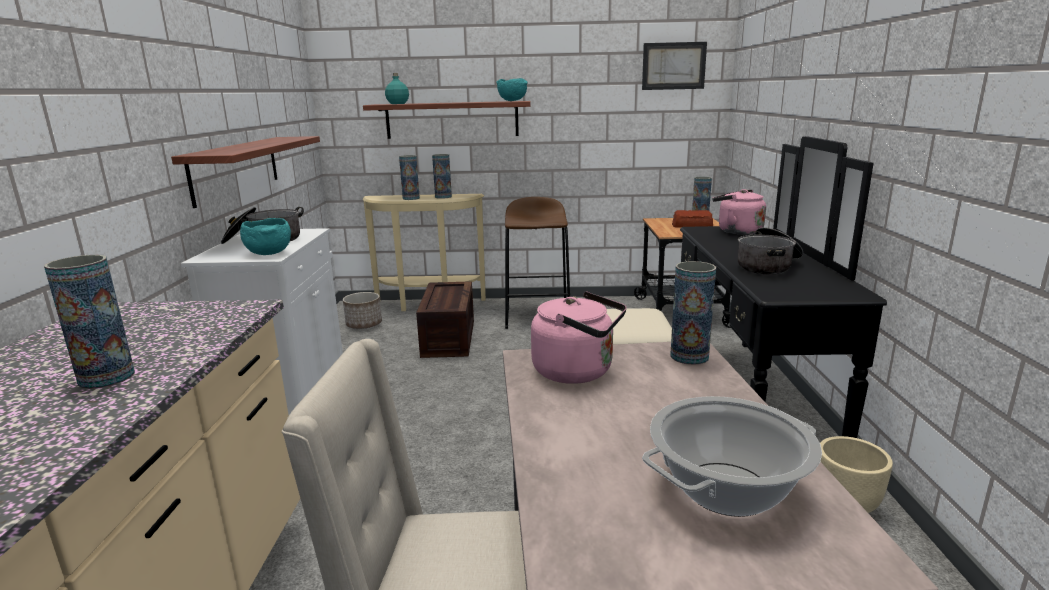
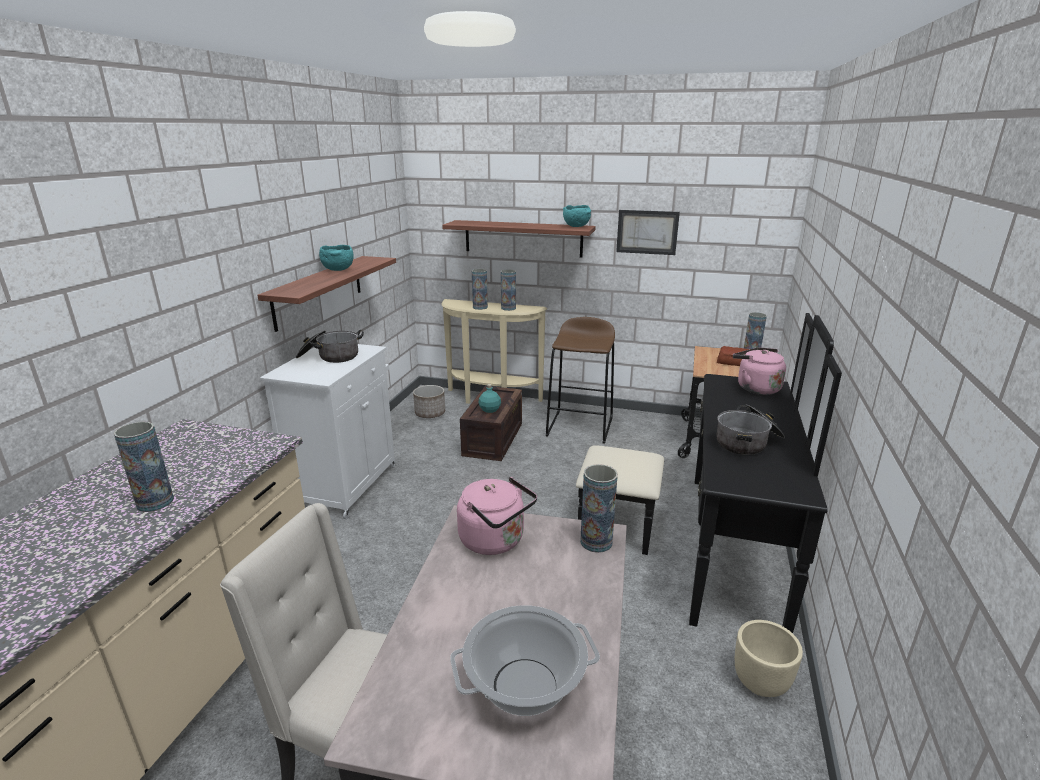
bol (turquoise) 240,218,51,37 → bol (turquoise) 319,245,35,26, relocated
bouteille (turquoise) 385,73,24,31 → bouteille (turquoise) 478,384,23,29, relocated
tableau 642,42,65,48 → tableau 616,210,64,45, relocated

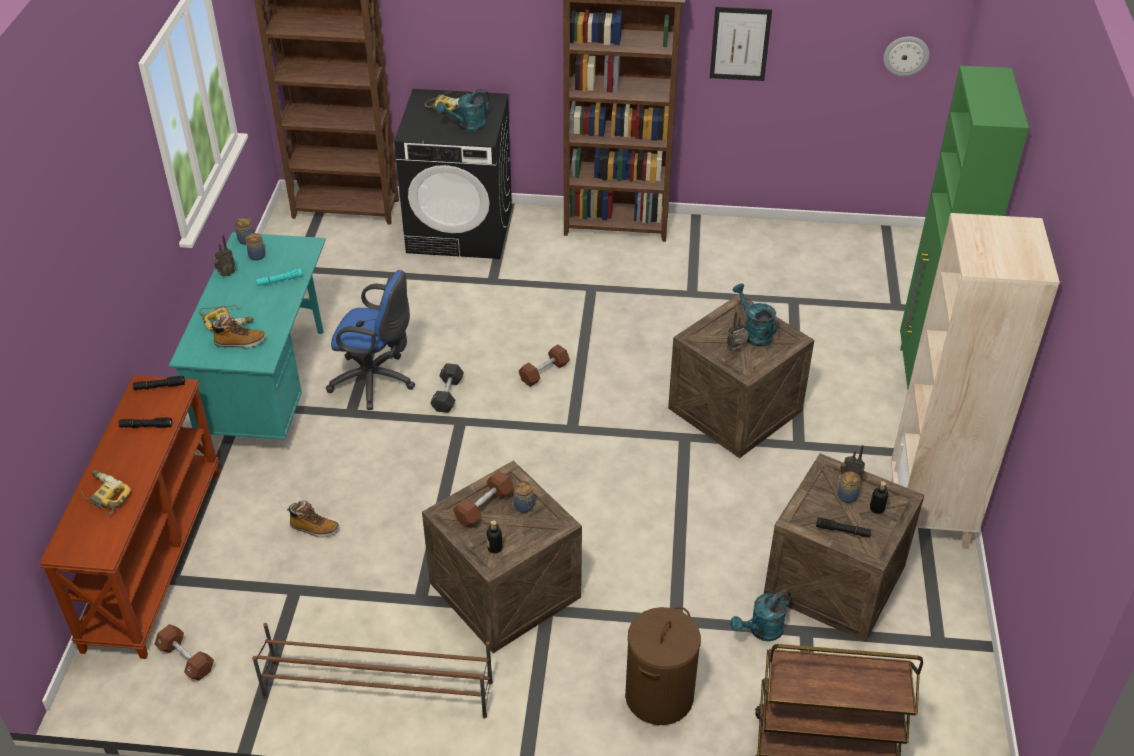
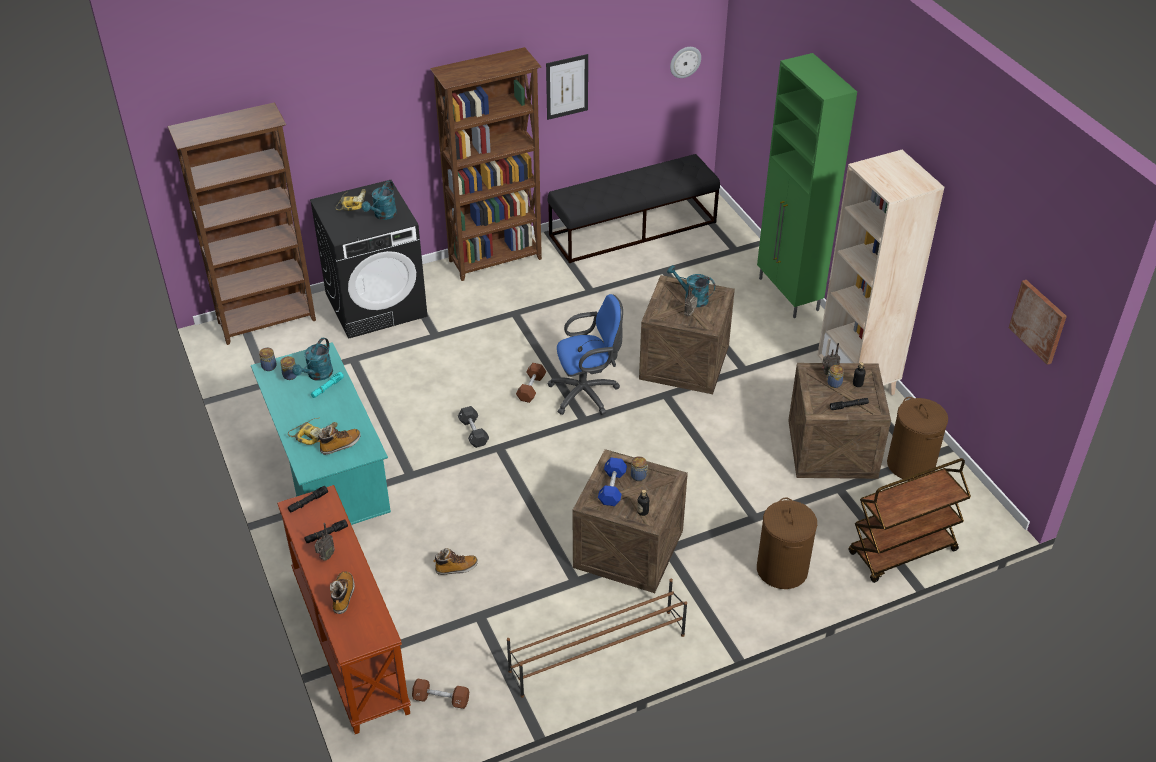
perceuse 80,470,51,45 → botte 330,572,25,42
radio 213,235,23,41 → radio 315,523,20,38, relocated
chaise de bureau (bleu) 326,270,89,140 → chaise de bureau (bleu) 547,294,76,121, relocated
haltère (marron) 453,470,61,58 → haltère (bleu) 598,457,29,49
arrosoir (turquoise) 730,589,61,52 → arrosoir (turquoise) 292,337,41,44, relocated
- → banc (noir) 548,154,172,109
- → panier à linge (marron) 887,397,61,84
- → tableau 1009,280,58,85

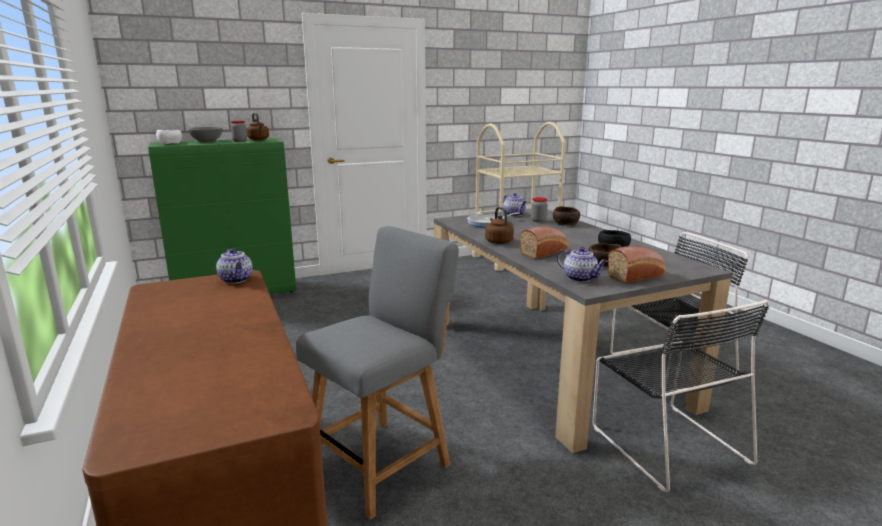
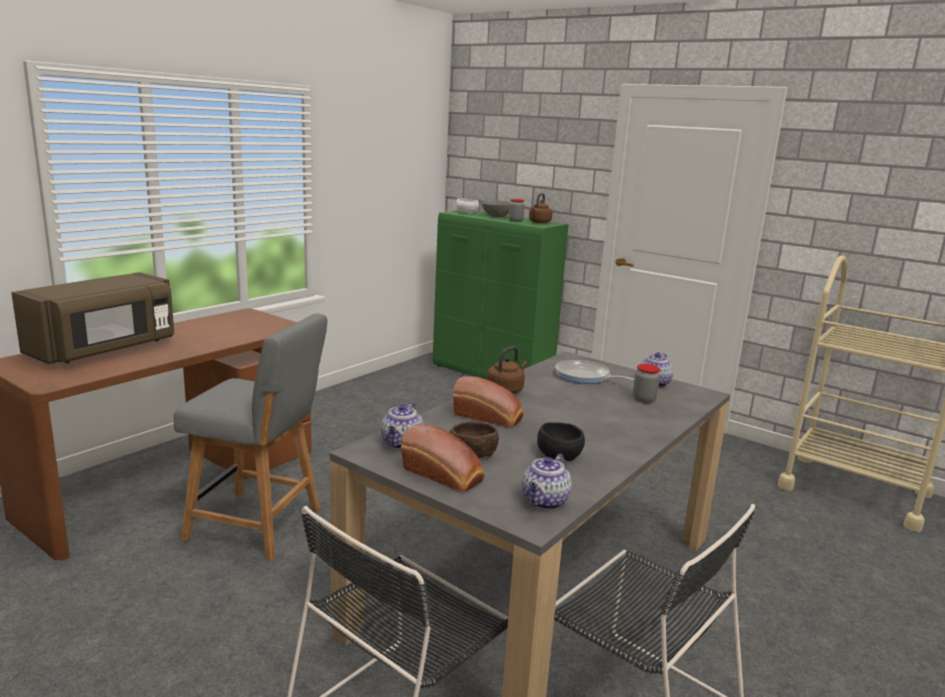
théière 216,248,37,36 → théière 522,454,50,56, relocated
bol (marron) 553,206,27,19 → -
- → micro-ondes (marron) 11,272,163,92

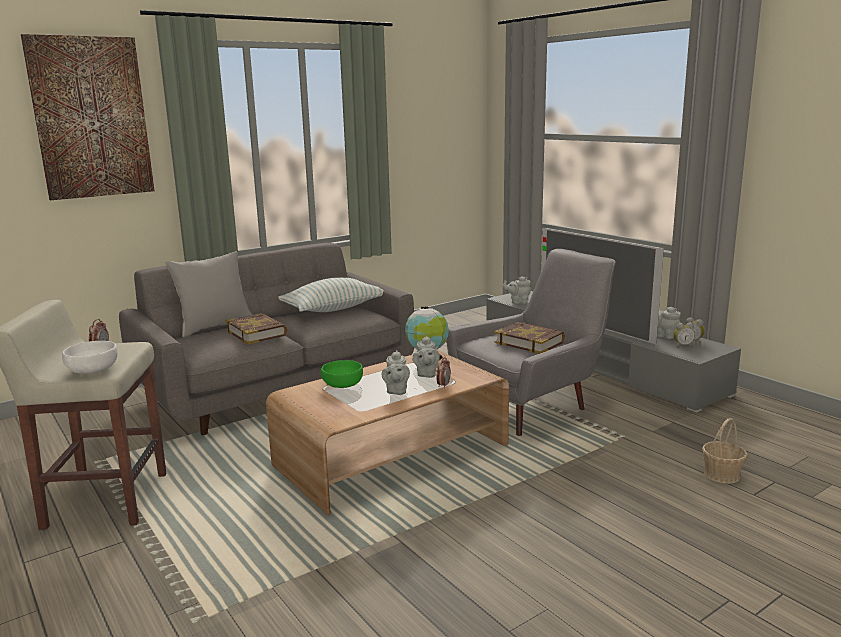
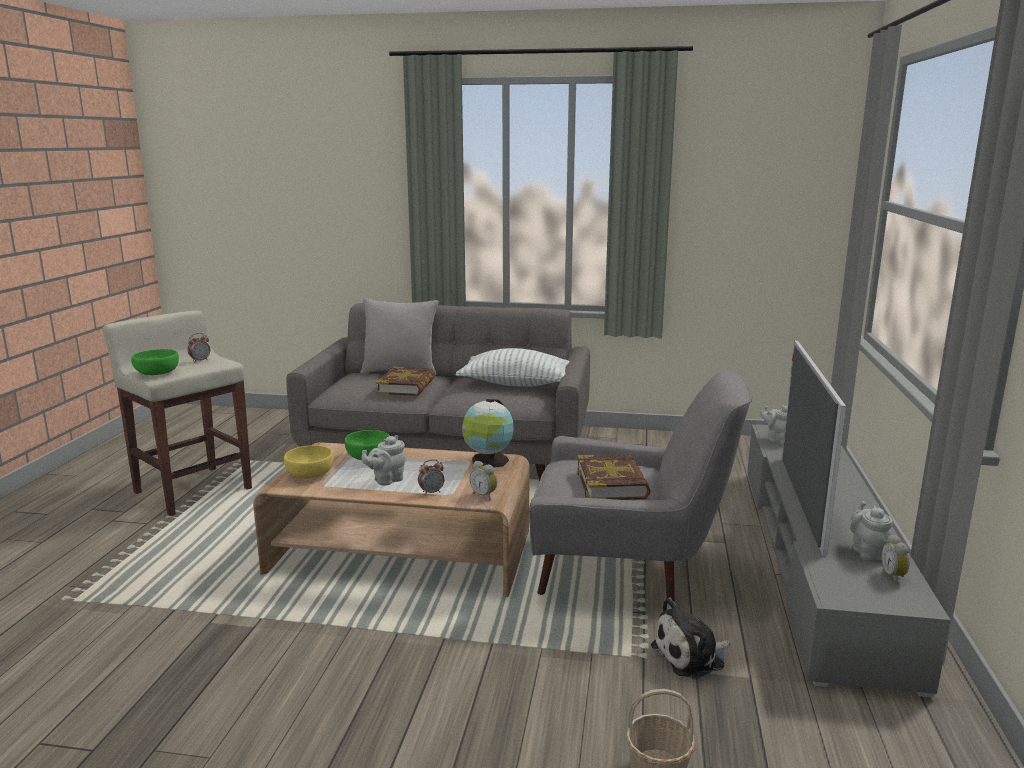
tableau 21,34,133,166 → -
bol (blanc) 62,341,56,33 → bol (vert) 131,349,48,26
théière (gris) 413,336,27,42 → -
réveil 674,322,21,25 → réveil 470,461,27,40, relocated
- → bol (jaune) 284,445,50,34
- → peluche 651,598,79,81

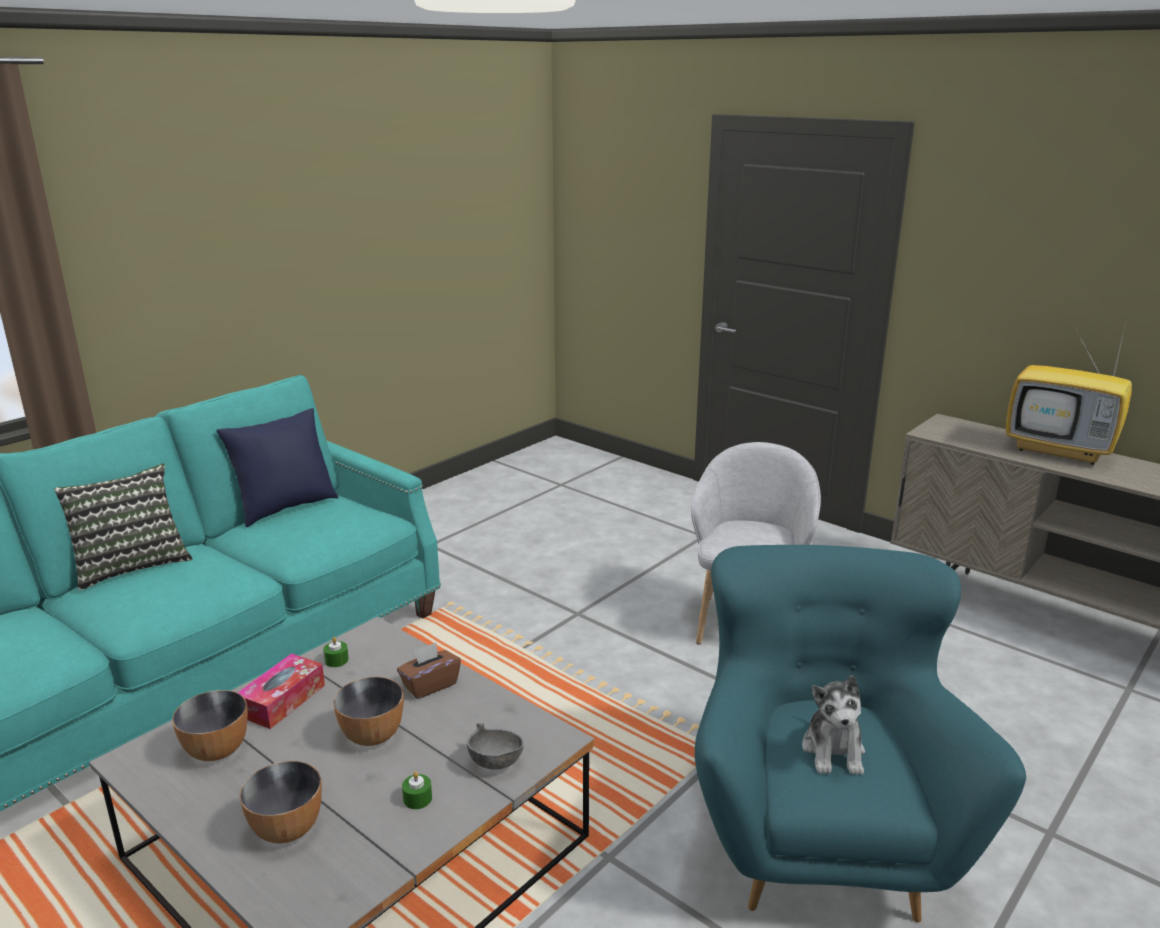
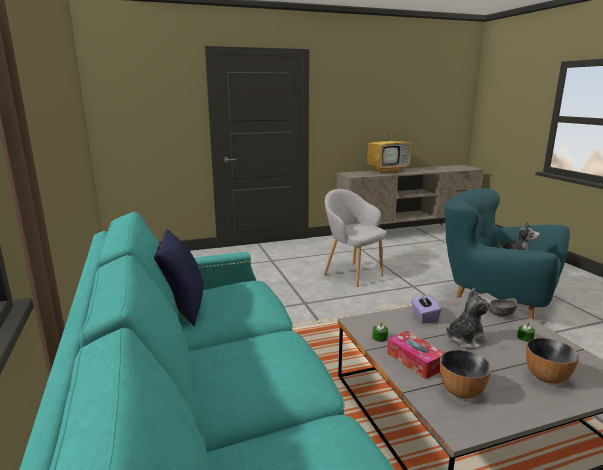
coussin 54,463,138,127 → -
bol 333,677,71,69 → peluche 446,288,45,61
boîte à mouchoirs (marron) 397,643,64,56 → boîte à mouchoirs (violet) 411,292,30,31

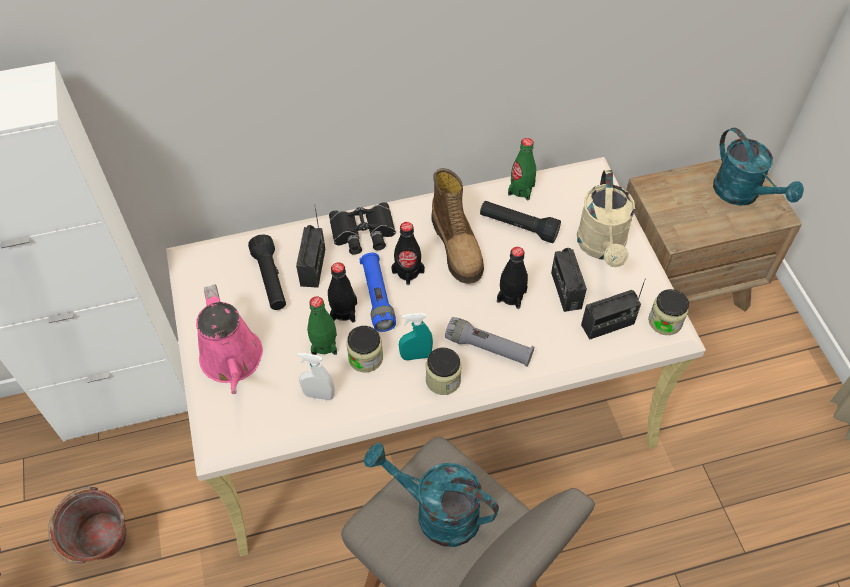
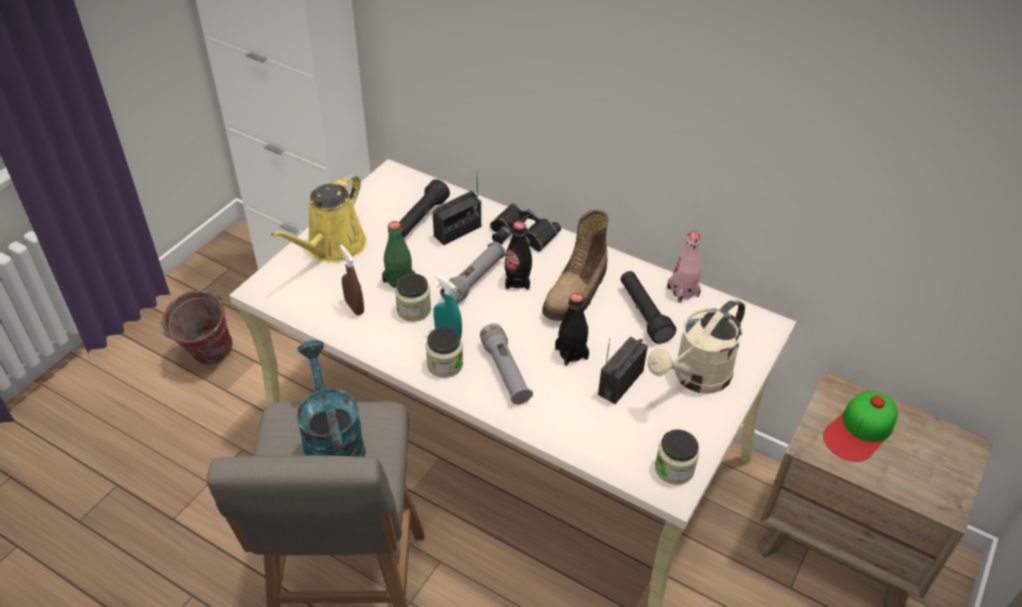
arrosoir (rose) 196,285,67,109 → arrosoir (jaune) 271,174,96,89
vaporisateur (blanc) 297,353,38,47 → vaporisateur (marron) 340,245,24,70
bouteille (noir) 328,262,29,61 → -
lampe de poche (bleu) 359,253,37,79 → lampe de poche (gris) 440,242,66,62
bouteille (vert) 508,138,28,62 → bouteille (rose) 667,232,34,71
radio 581,278,65,62 → -
arrosoir (turquoise) 713,128,91,78 → -
- → casquette 823,391,75,71

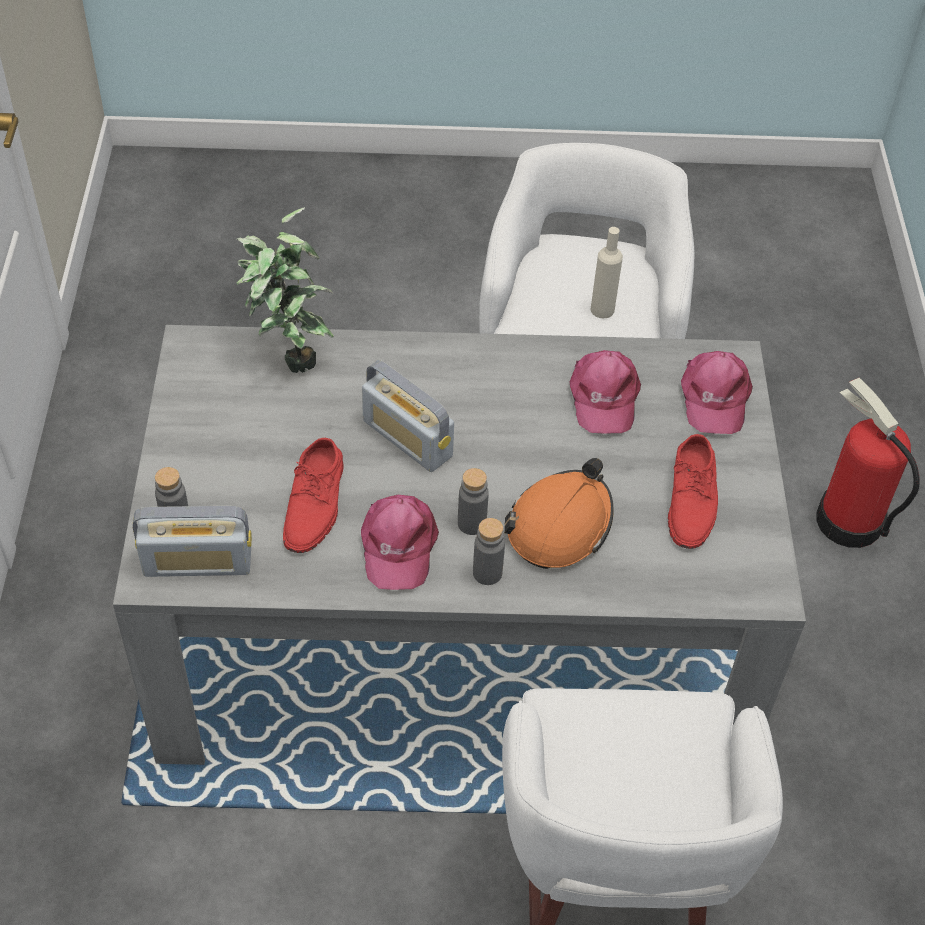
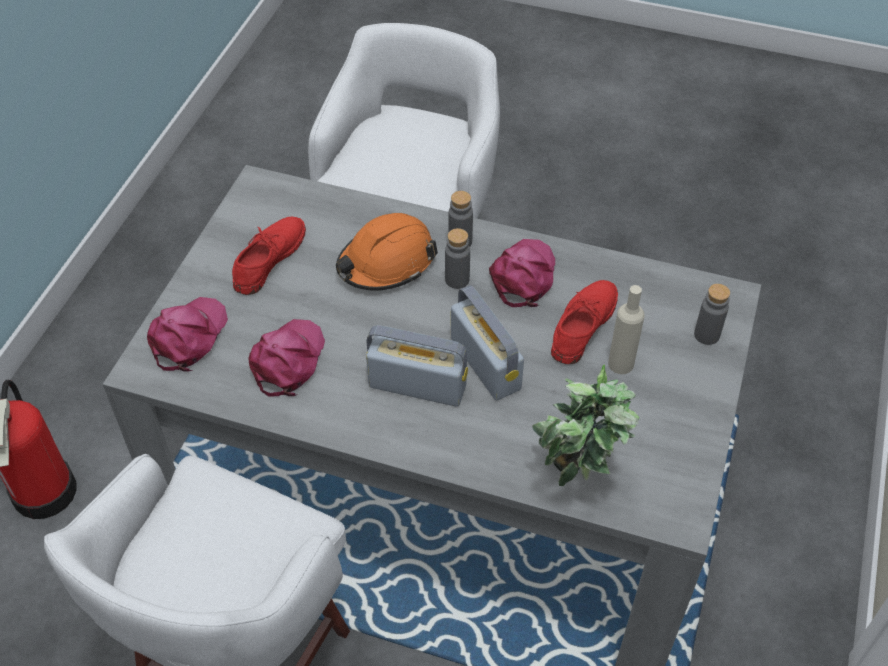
radio 133,506,119,71 → radio 366,325,102,82, relocated
bouteille (beige) 590,227,33,91 → bouteille (beige) 608,285,37,89, relocated

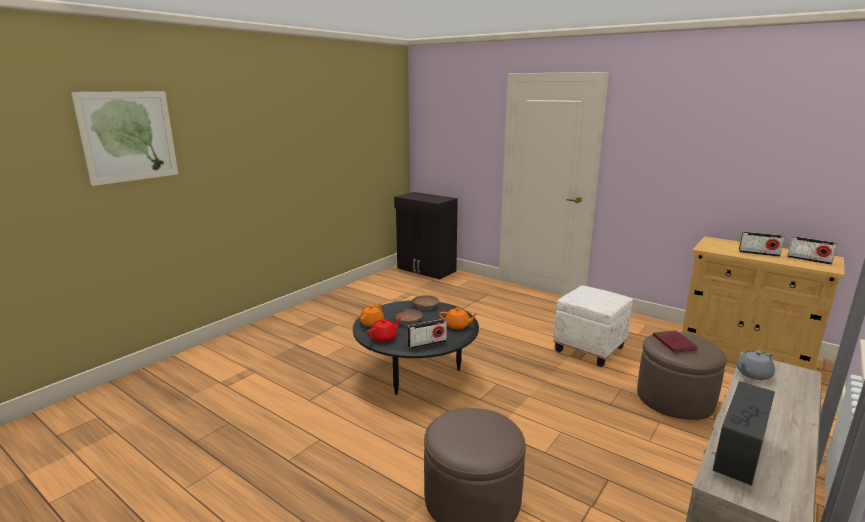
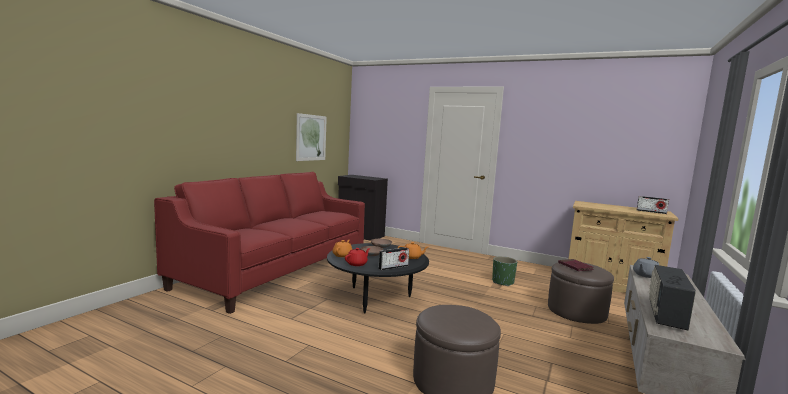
tableau 71,91,107,95 → tableau 296,113,31,48, relocated
pouf (blanc) 553,285,80,82 → cache-pot (vert) 492,256,25,30
radio 739,232,46,25 → -
- → canapé (rouge) 154,172,211,142

